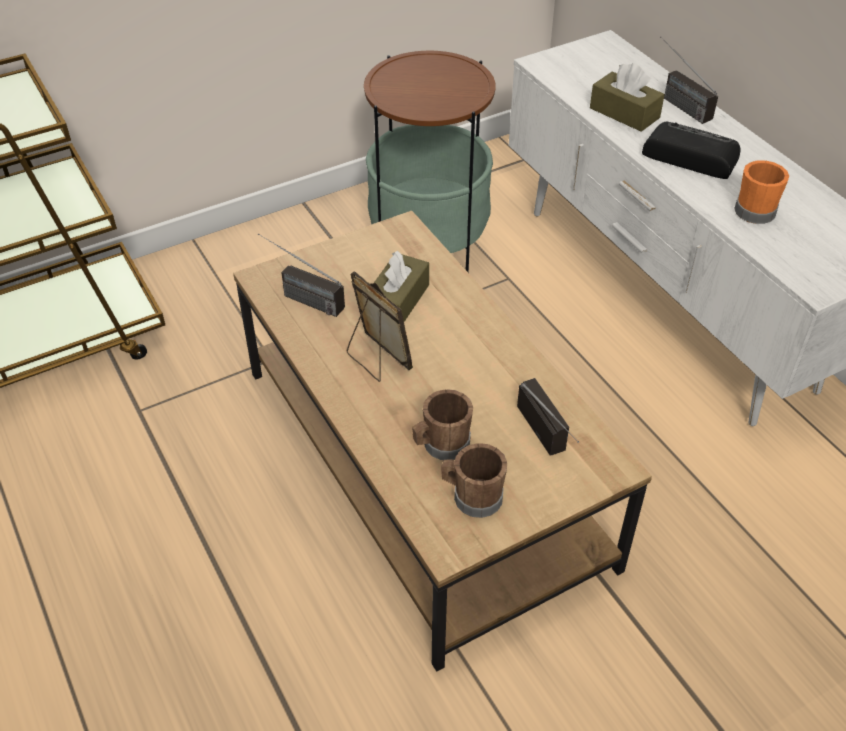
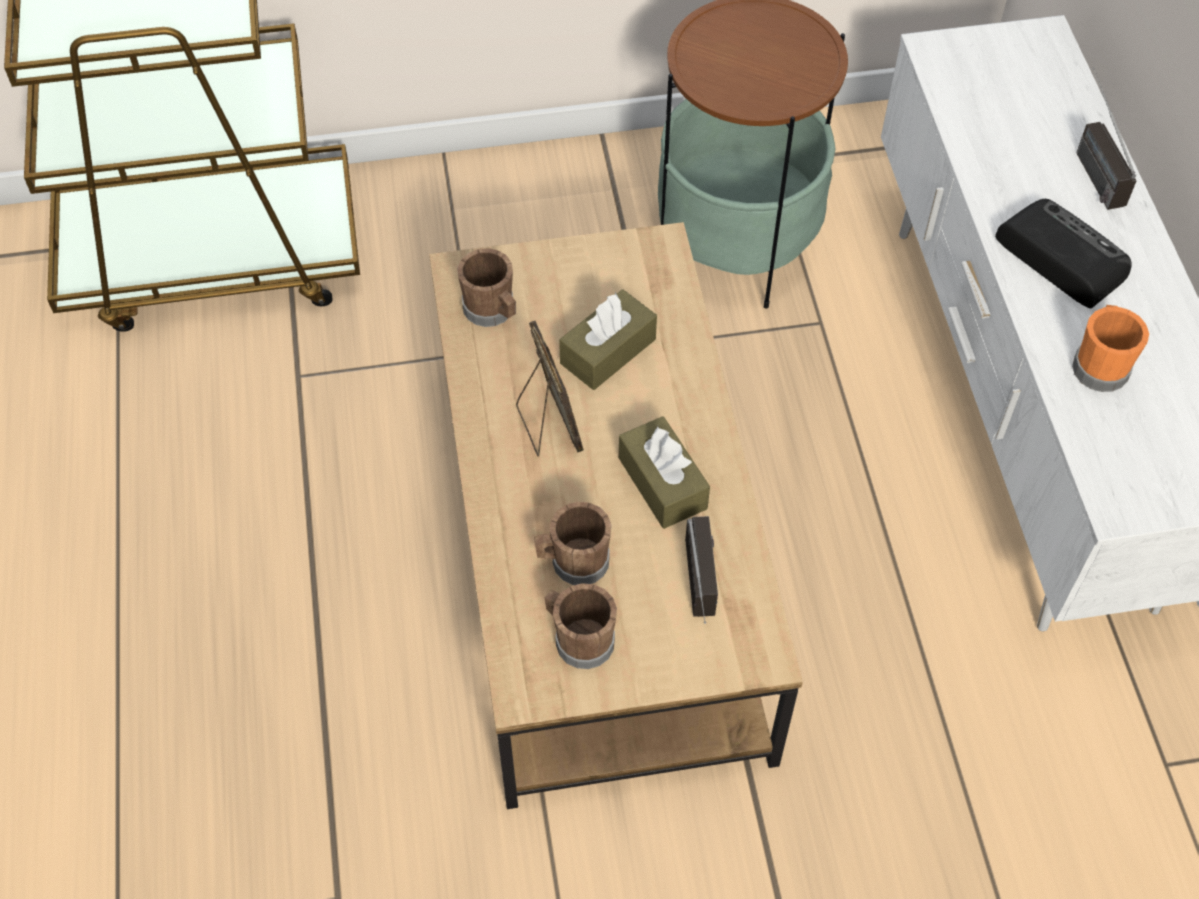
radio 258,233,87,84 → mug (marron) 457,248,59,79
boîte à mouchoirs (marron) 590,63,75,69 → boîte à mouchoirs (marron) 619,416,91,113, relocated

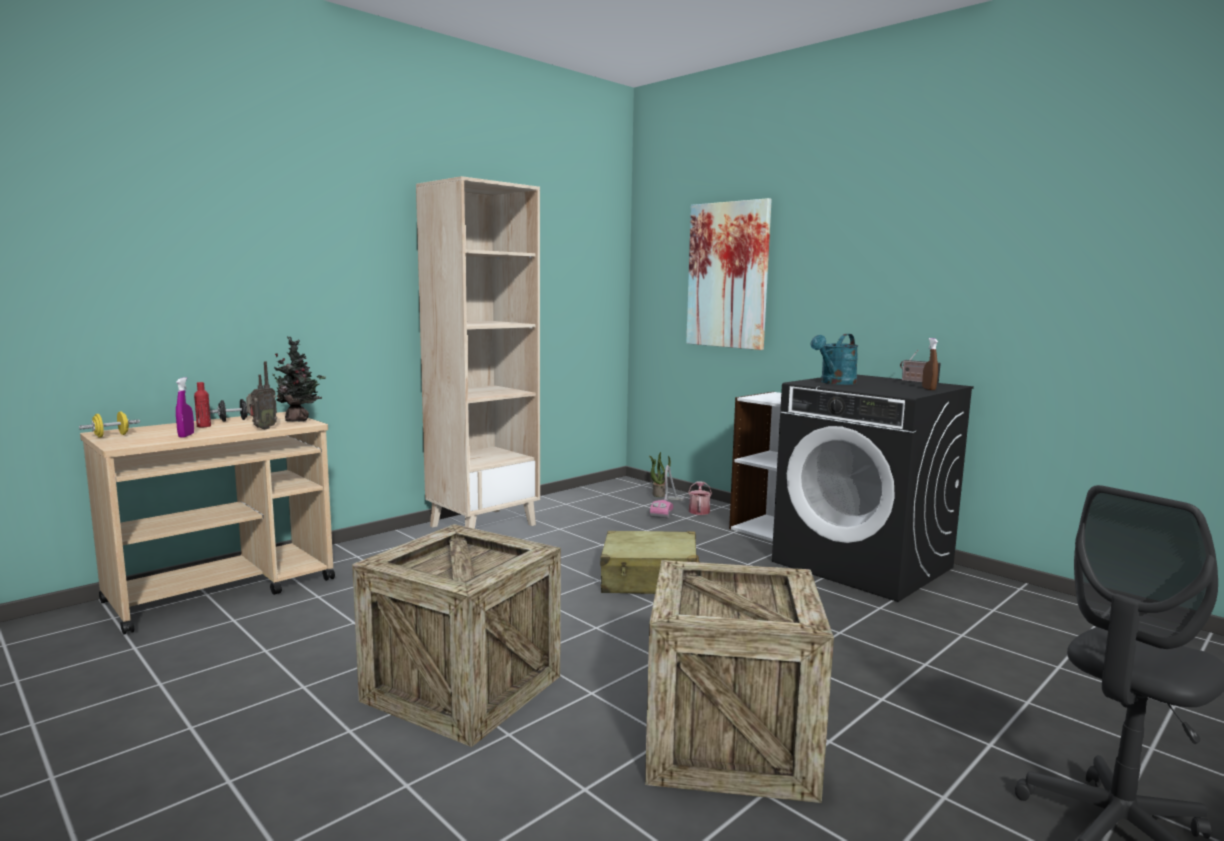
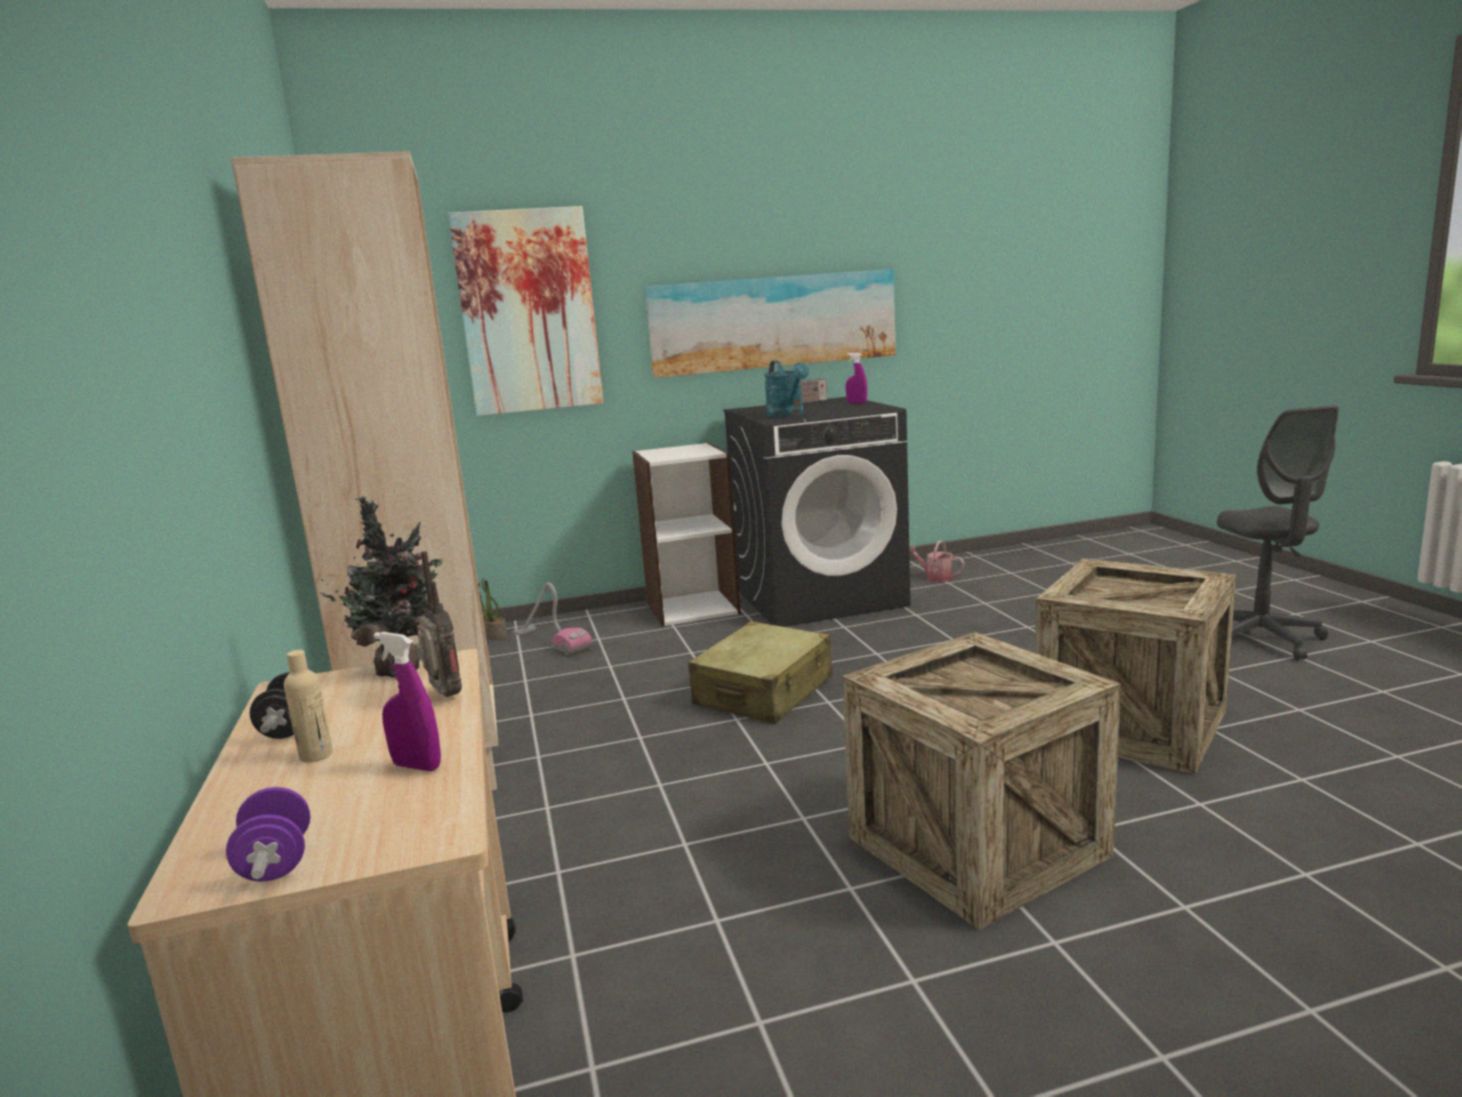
haltère (jaune) 79,412,61,26 → haltère (violet) 226,787,84,95
bouteille (rouge) 194,382,17,45 → bouteille (beige) 284,650,49,113
arrosoir 688,481,24,34 → arrosoir 909,540,56,42, relocated
vaporisateur (marron) 922,338,16,52 → vaporisateur (violet) 846,352,21,52
- → tableau 645,269,251,109

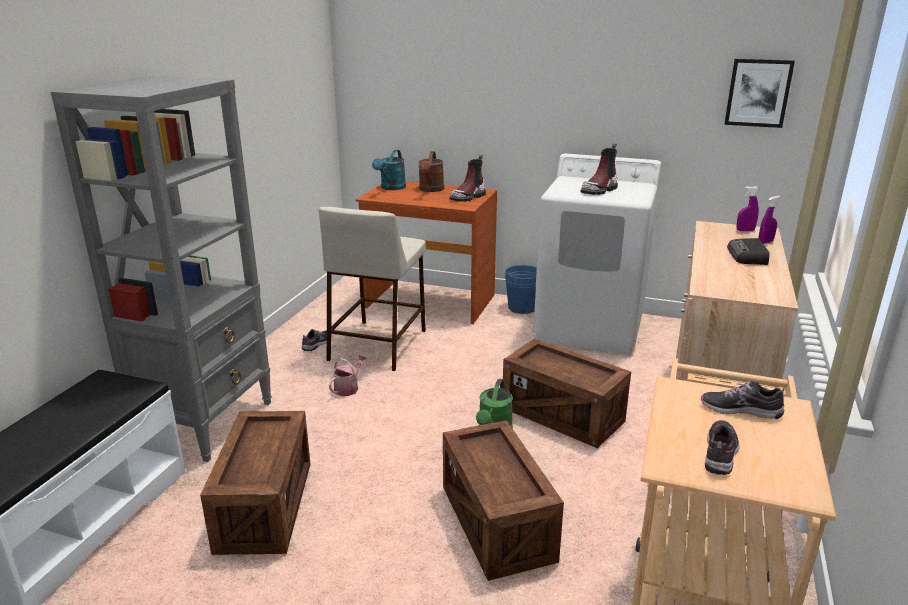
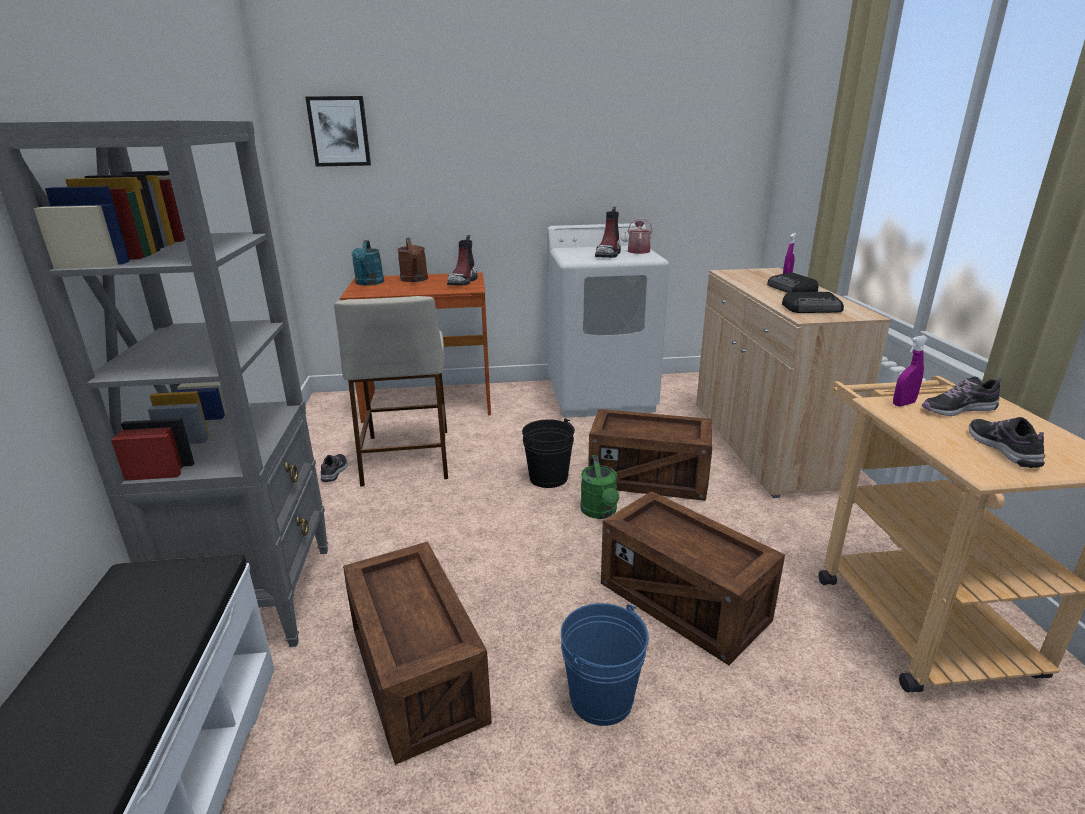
arrosoir 329,354,38,42 → arrosoir 628,218,25,36, relocated
seau (bleu) 505,265,32,49 → seau (bleu) 561,603,88,123, relocated
tableau 724,59,71,69 → tableau 305,96,66,71, relocated
vaporisateur (violet) 736,186,23,45 → vaporisateur (violet) 893,335,35,72, relocated
- → seau (noir) 522,418,53,70
- → radio 782,292,62,21

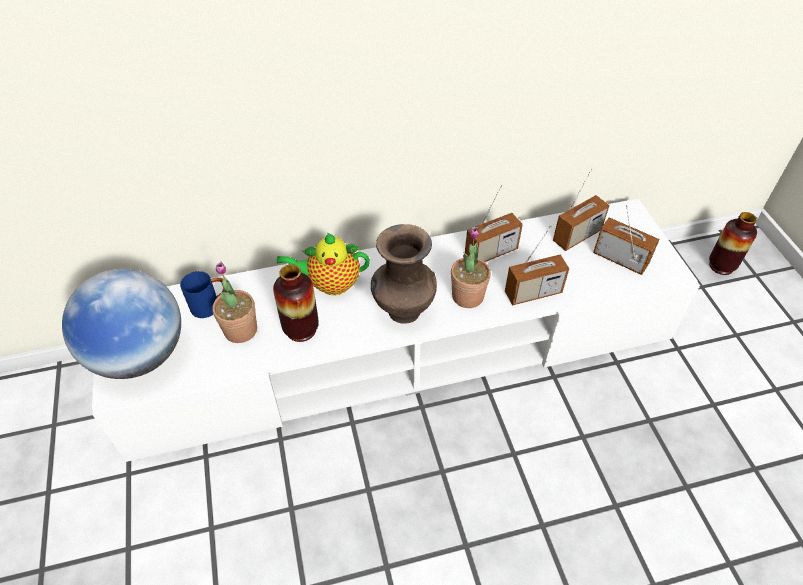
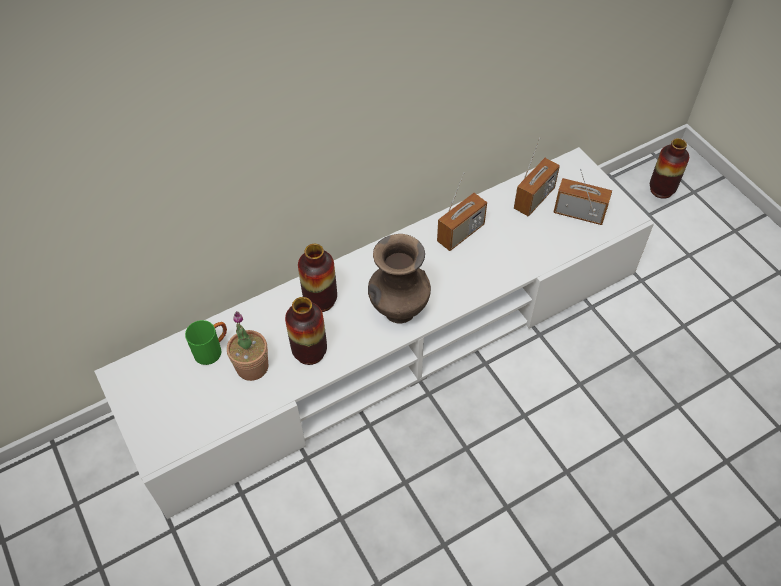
globe 62,269,119,110 → -
mug (bleu) 180,271,44,47 → mug (vert) 185,320,42,45
théière 277,233,93,62 → vase 298,244,39,68
plante en pot 451,227,40,81 → -
radio 505,225,64,80 → -

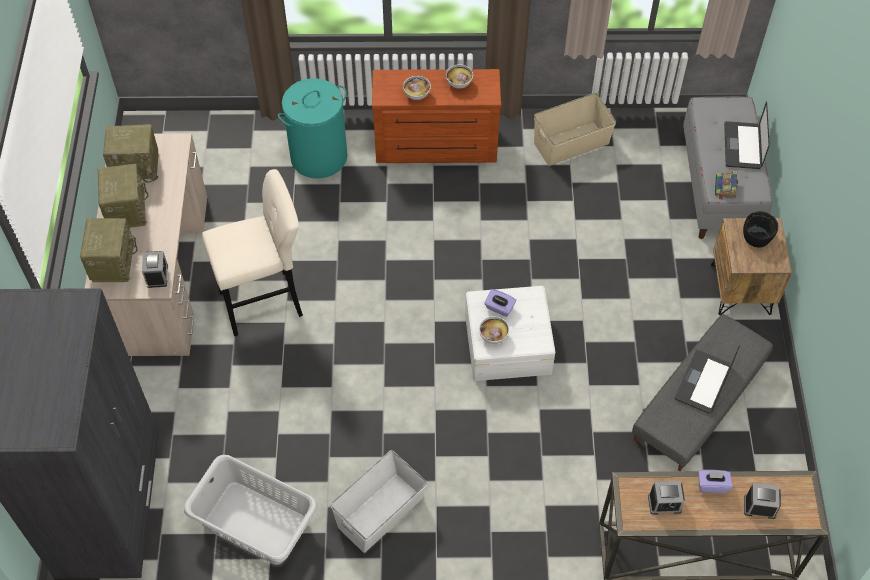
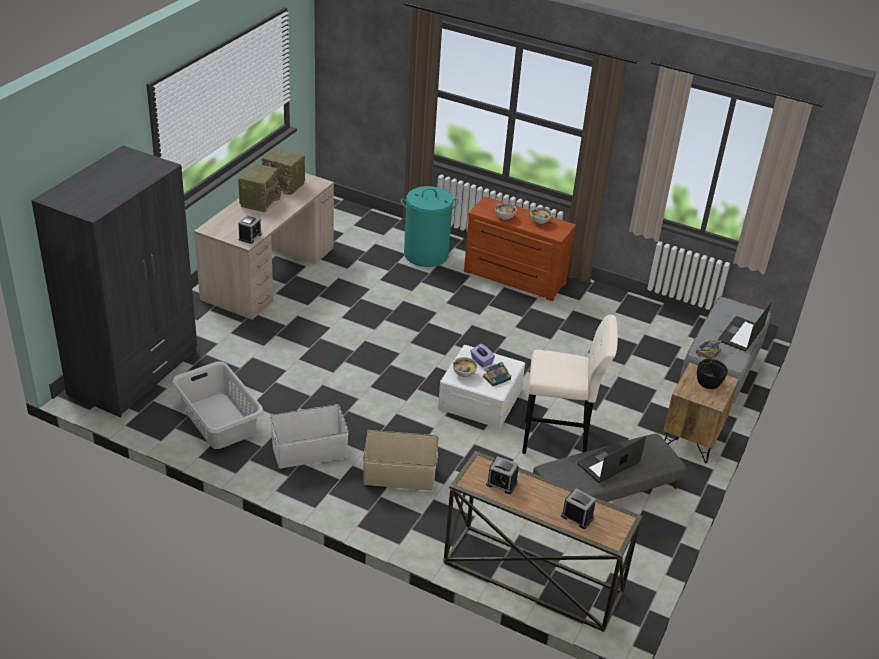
radio 80,218,58,64 → -
tabouret (beige) 202,169,101,167 → tabouret (beige) 522,315,96,139, relocated
boîte de rangement (beige) 534,93,82,73 → boîte de rangement (beige) 363,430,76,61, relocated
boîte à mouchoirs (violet) 698,470,35,23 → -
- → livre 483,362,28,24

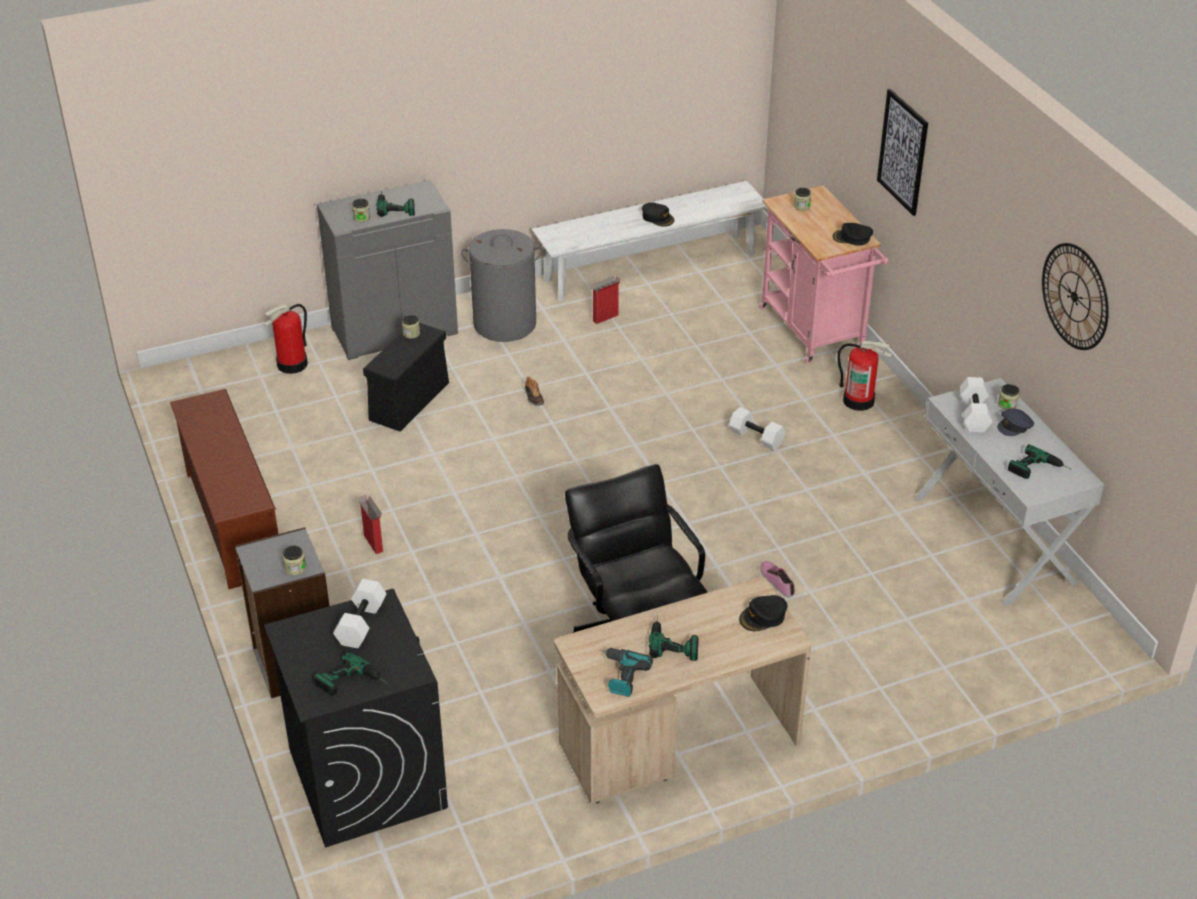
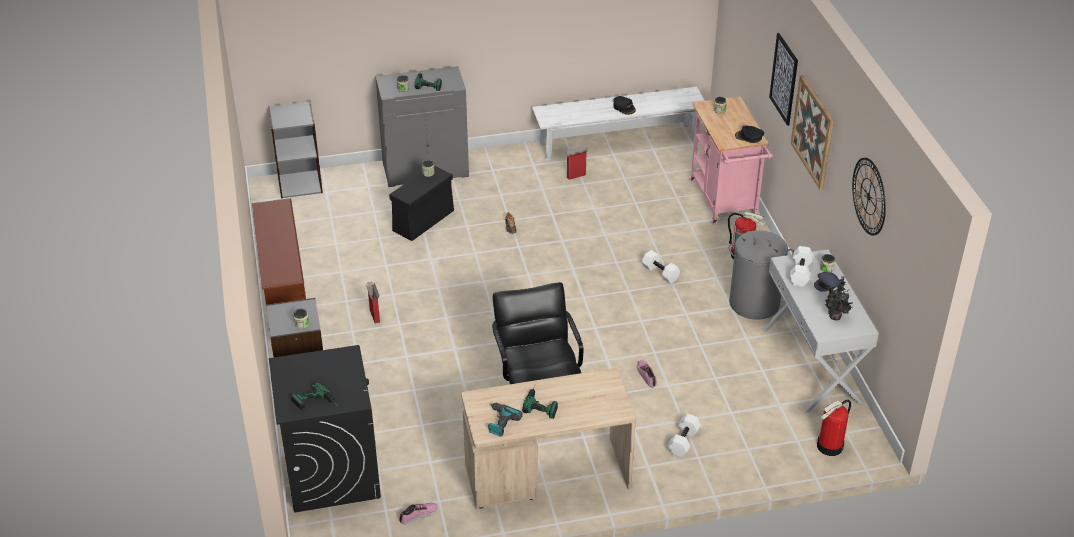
extincteur 263,304,45,70 → extincteur 817,400,34,56, relocated
haltère (blanc) 333,579,54,69 → haltère (blanc) 667,414,34,43, relocated
panier à linge (gris) 461,229,81,113 → panier à linge (gris) 729,230,65,90, relocated
casquette (noir) 739,595,48,36 → -
perceuse 1008,444,64,35 → plante en pot 825,276,28,44
- → bibliothèque (gris) 268,101,55,98
- → chaussure 399,503,39,22
- → tableau 791,75,43,115

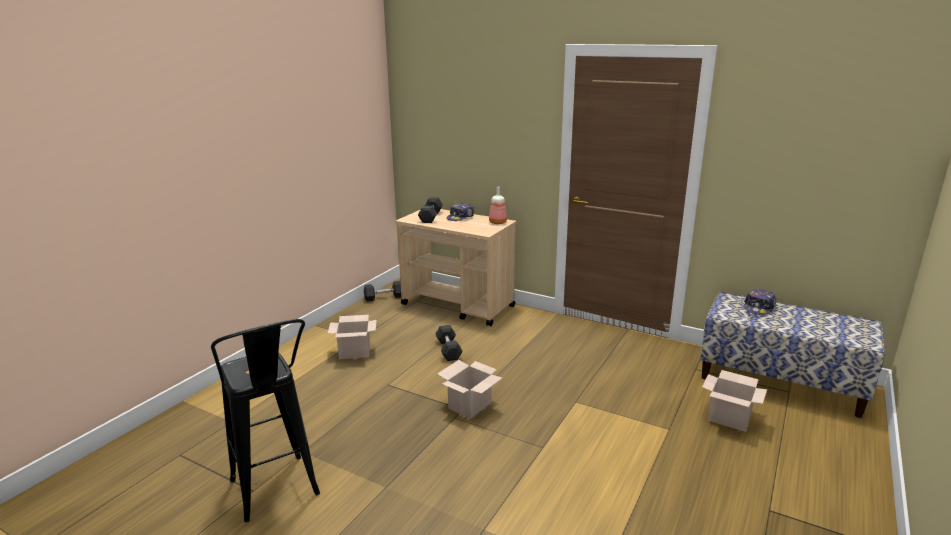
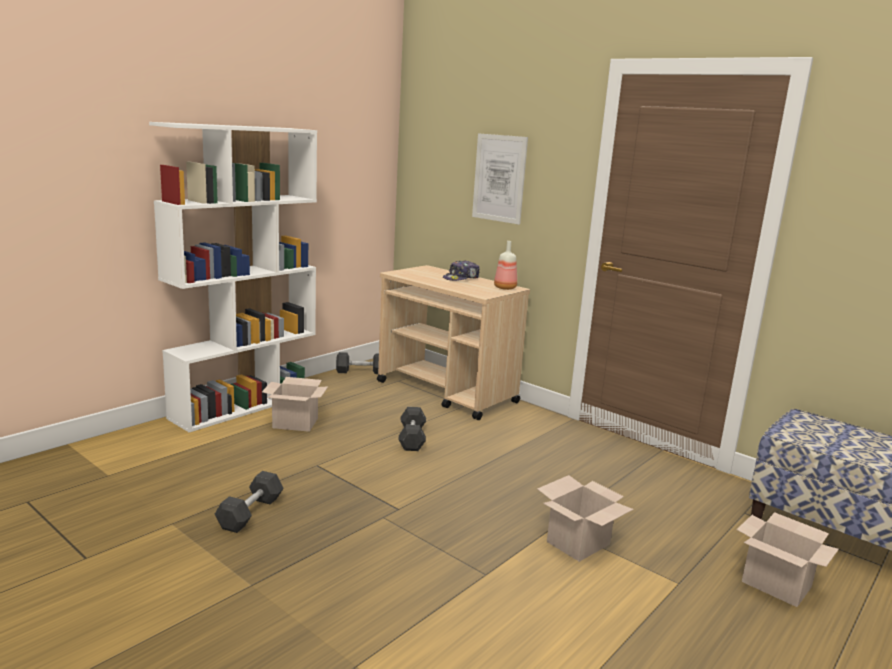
tabouret (noir) 211,319,109,203 → -
haltère (gris) 418,197,25,26 → haltère (gris) 215,471,69,62, relocated
carton 437,360,65,59 → carton 537,475,97,87, relocated
casquette 744,288,32,27 → -
- → bibliothèque (blanc) 149,122,168,310
- → tableau 472,133,56,92

